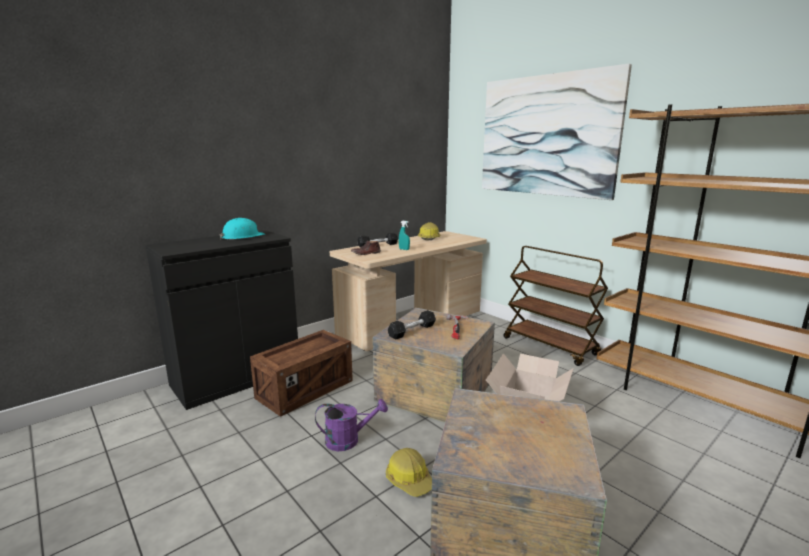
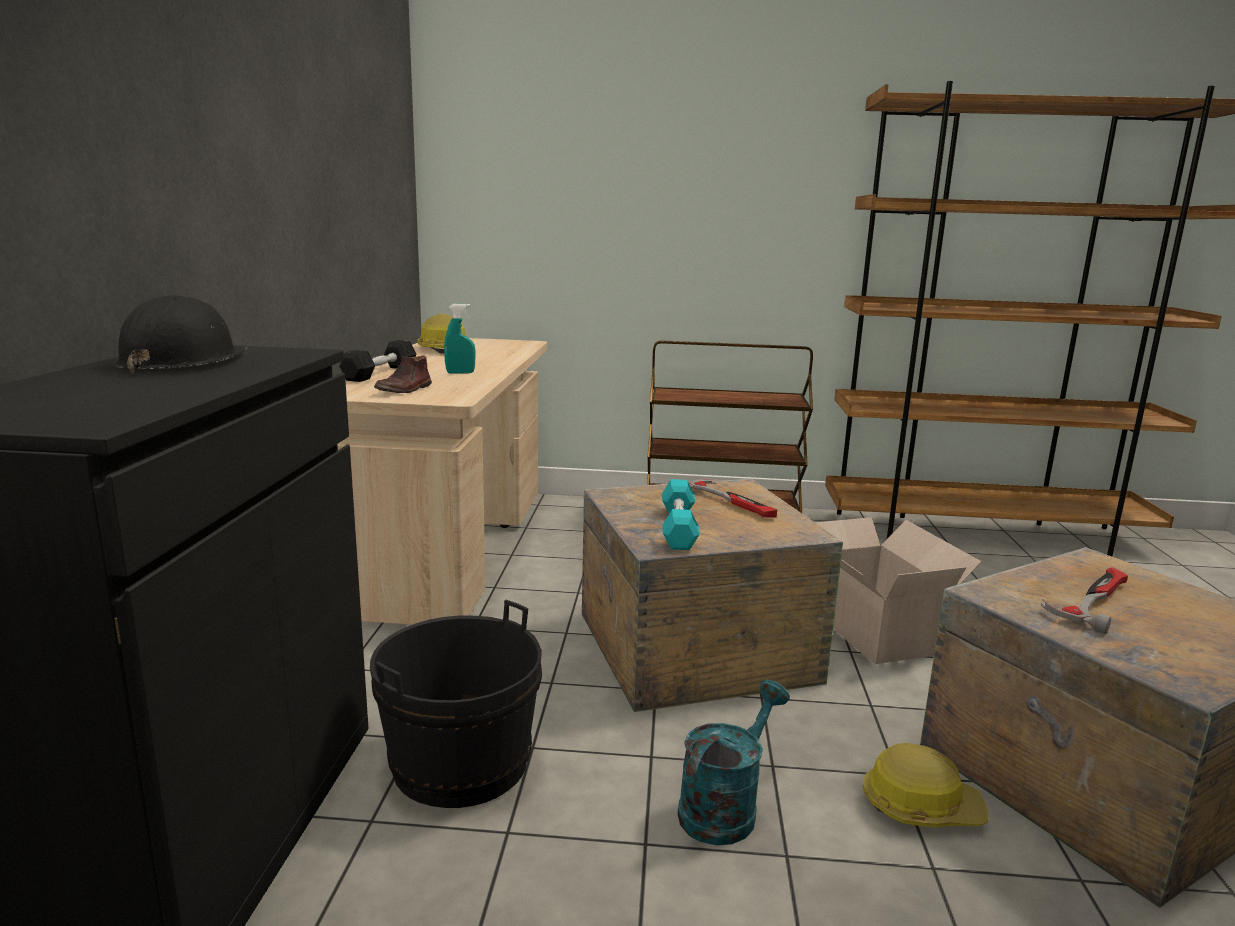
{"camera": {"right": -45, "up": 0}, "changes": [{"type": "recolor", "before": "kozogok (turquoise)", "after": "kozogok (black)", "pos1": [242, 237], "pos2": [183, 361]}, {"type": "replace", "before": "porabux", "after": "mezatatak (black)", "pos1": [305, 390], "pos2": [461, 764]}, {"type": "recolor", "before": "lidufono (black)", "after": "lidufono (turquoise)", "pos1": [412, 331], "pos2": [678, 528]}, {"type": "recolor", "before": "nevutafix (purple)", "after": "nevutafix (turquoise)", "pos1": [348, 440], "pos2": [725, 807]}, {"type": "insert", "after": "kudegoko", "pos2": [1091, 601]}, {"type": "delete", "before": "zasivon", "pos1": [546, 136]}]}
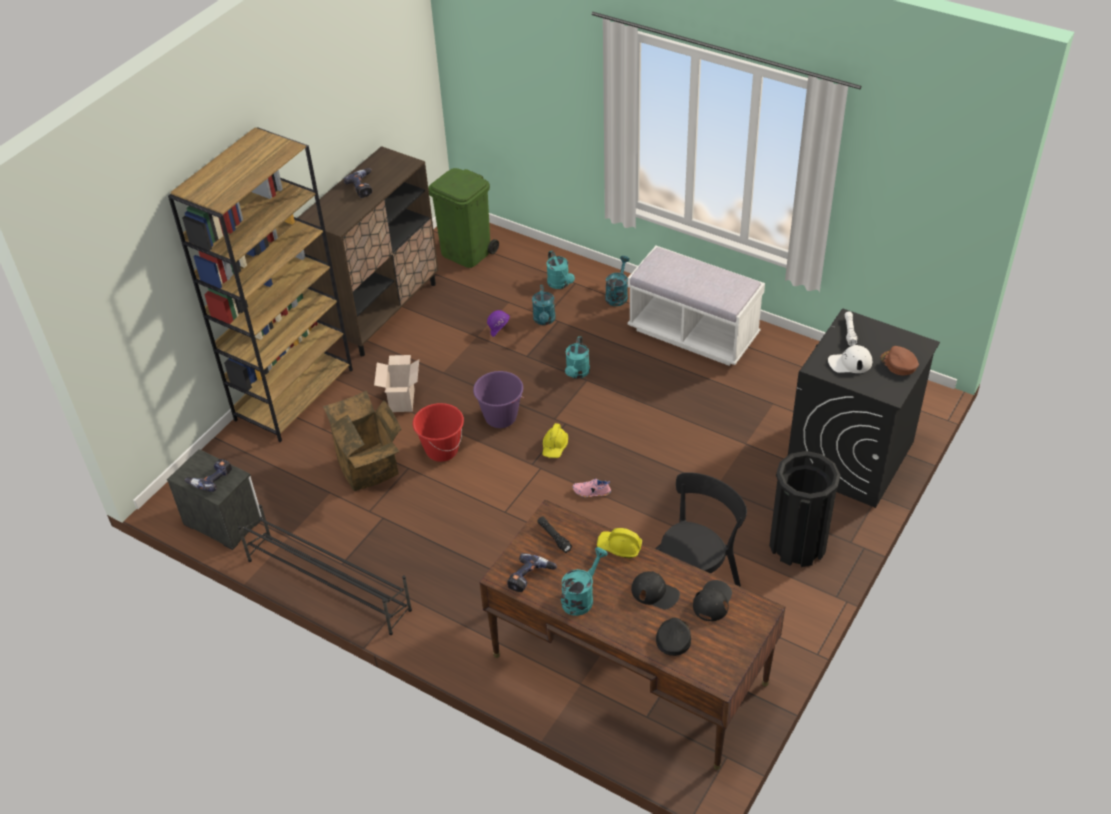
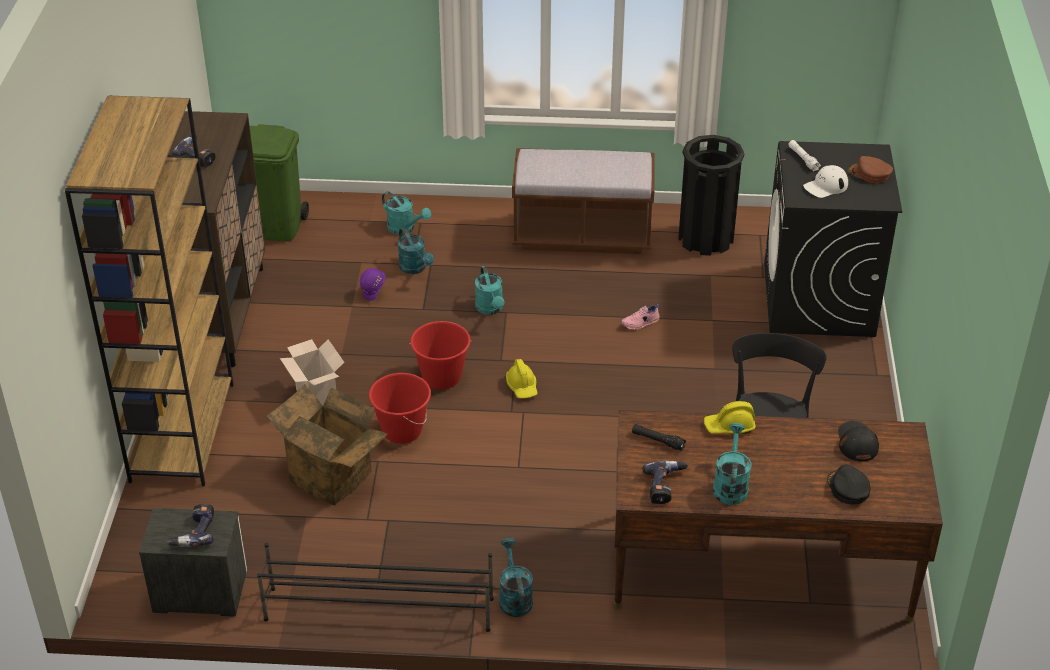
{"camera": {"right": -30, "up": -5}, "changes": [{"type": "recolor", "before": "mezatatak (purple)", "after": "mezatatak (red)", "pos1": [500, 417], "pos2": [442, 378]}, {"type": "move", "before": "nevutafix (turquoise)", "pos1": [617, 295], "pos2": [514, 597]}, {"type": "recolor", "before": "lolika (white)", "after": "lolika (brown)", "pos1": [693, 333], "pos2": [582, 235]}, {"type": "move", "before": "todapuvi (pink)", "pos1": [591, 492], "pos2": [640, 323]}, {"type": "move", "before": "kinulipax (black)", "pos1": [797, 544], "pos2": [705, 238]}, {"type": "delete", "before": "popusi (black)", "pos1": [655, 593]}]}
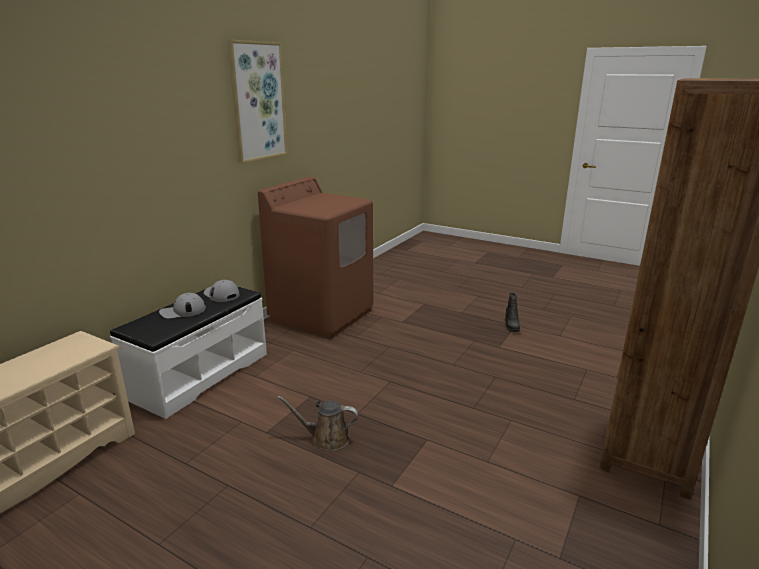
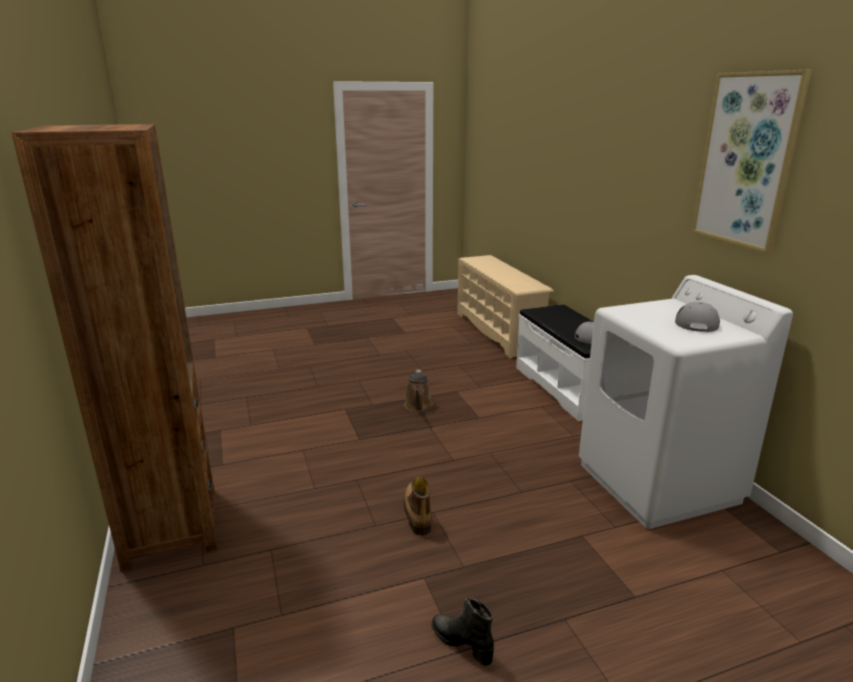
{"camera": {"right": 130, "up": 0}, "changes": [{"type": "rotate", "before": "nevutafix (brown)", "pos1": [326, 438], "pos2": [418, 406], "turn": 135}, {"type": "insert", "after": "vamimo", "pos2": [416, 513]}, {"type": "recolor", "before": "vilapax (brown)", "after": "vilapax (white)", "pos1": [322, 315], "pos2": [658, 483]}, {"type": "move", "before": "popusi (grey)", "pos1": [183, 311], "pos2": [696, 322]}]}
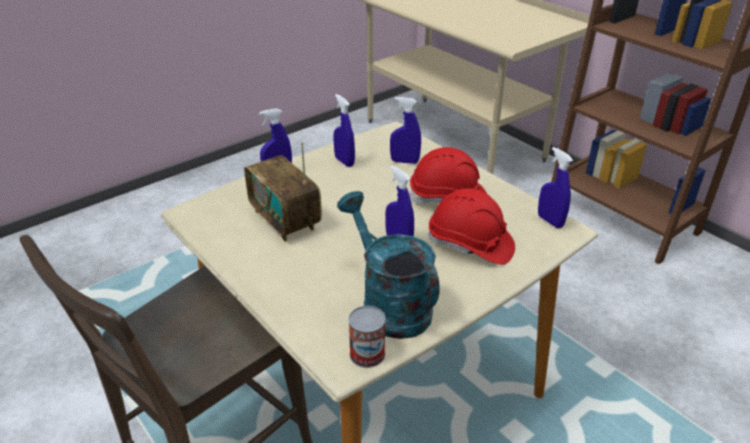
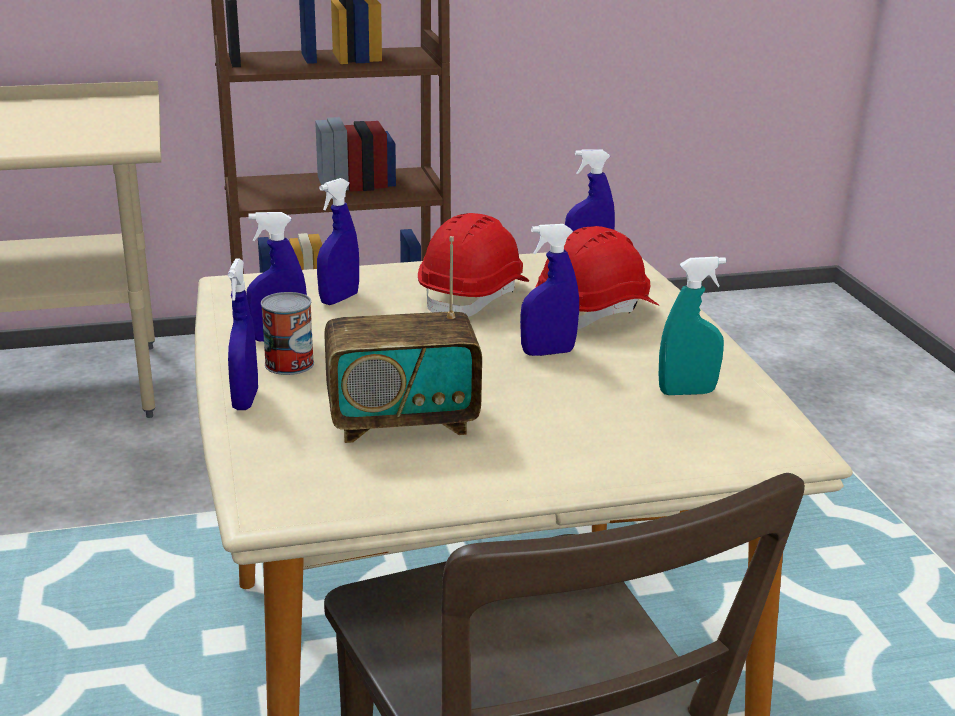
{"camera": {"right": -65, "up": -10}, "changes": [{"type": "move", "before": "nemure", "pos1": [367, 354], "pos2": [289, 364]}, {"type": "replace", "before": "nevutafix (turquoise)", "after": "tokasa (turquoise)", "pos1": [389, 304], "pos2": [687, 392]}]}
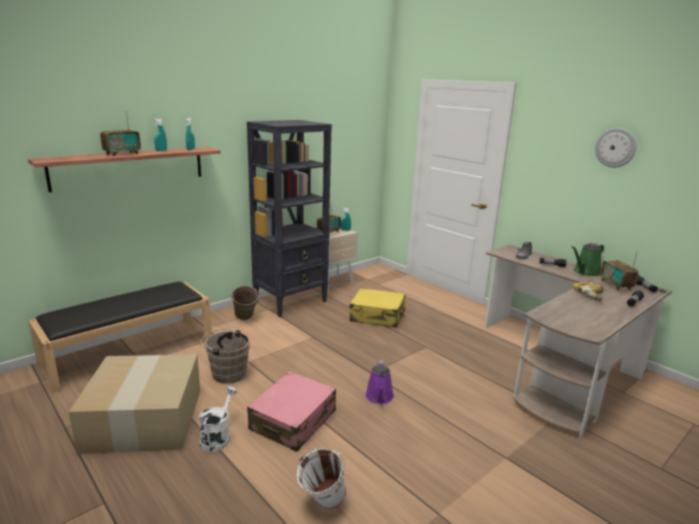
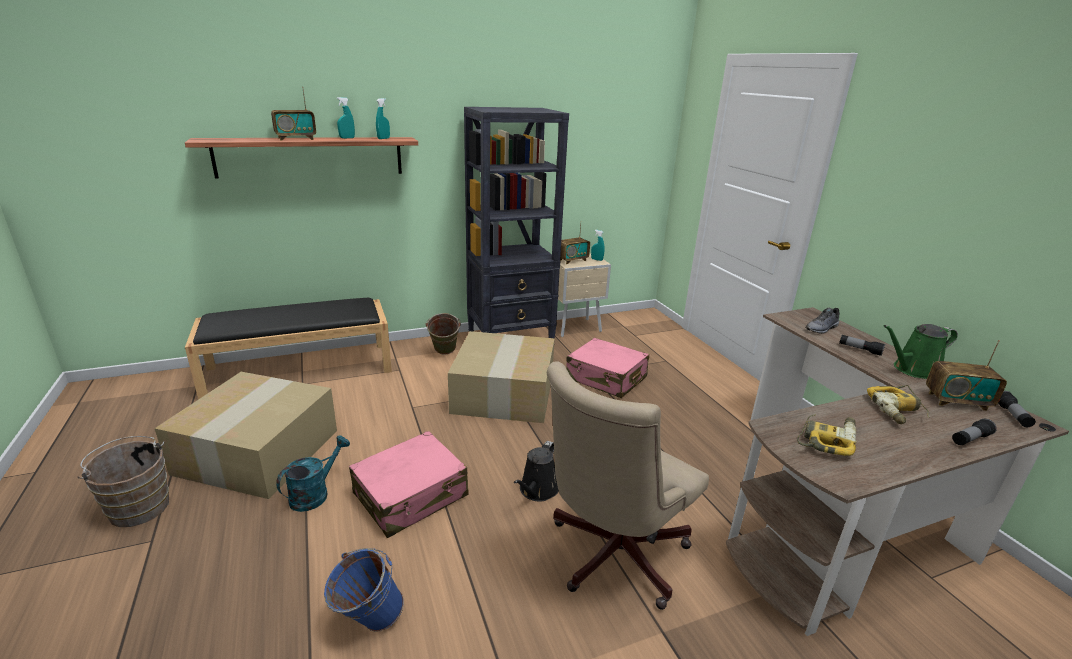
{"camera": {"right": 20, "up": 5}, "changes": [{"type": "move", "before": "mezatatak (brown)", "pos1": [227, 373], "pos2": [138, 505]}, {"type": "recolor", "before": "nevutafix (white)", "after": "nevutafix (turquoise)", "pos1": [217, 437], "pos2": [315, 493]}, {"type": "recolor", "before": "mezatatak (white)", "after": "mezatatak (blue)", "pos1": [321, 505], "pos2": [367, 621]}, {"type": "insert", "after": "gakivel", "pos2": [505, 394]}, {"type": "recolor", "before": "nevutafix (purple)", "after": "nevutafix (black)", "pos1": [379, 397], "pos2": [537, 491]}, {"type": "insert", "after": "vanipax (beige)", "pos2": [611, 556]}, {"type": "recolor", "before": "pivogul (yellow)", "after": "pivogul (pink)", "pos1": [377, 316], "pos2": [606, 378]}, {"type": "insert", "after": "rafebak", "pos2": [826, 439]}, {"type": "rotate", "before": "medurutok", "pos1": [615, 285], "pos2": [956, 401], "turn": -90}, {"type": "delete", "before": "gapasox", "pos1": [615, 147]}]}
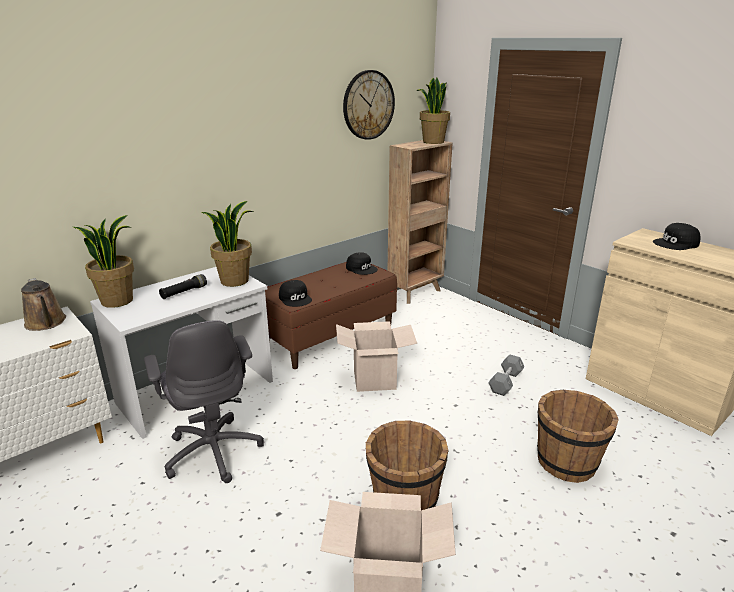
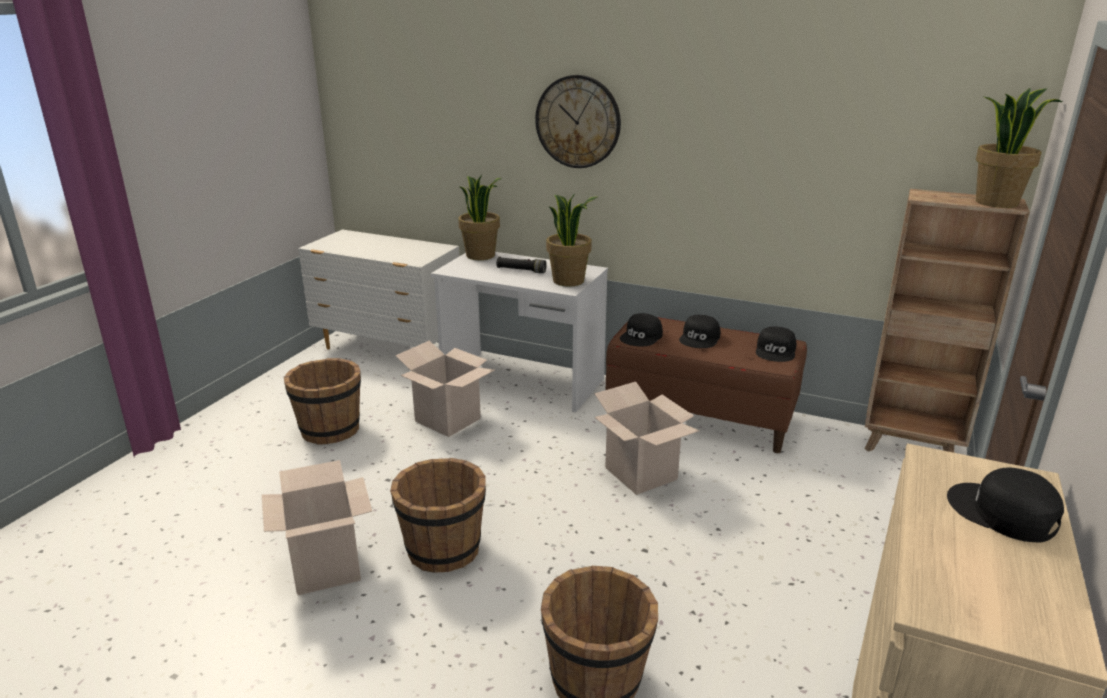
{"camera": {"right": 65, "up": 0}, "changes": [{"type": "insert", "after": "mezatatak (brown)", "pos2": [330, 430]}, {"type": "replace", "before": "vanipax (grey)", "after": "gakivel", "pos1": [214, 451], "pos2": [448, 420]}, {"type": "move", "before": "gapasox", "pos1": [368, 105], "pos2": [578, 122]}, {"type": "insert", "after": "popusi (black)", "pos2": [700, 338]}, {"type": "delete", "before": "nevutafix (brown)", "pos1": [46, 323]}, {"type": "delete", "before": "lidufono (grey)", "pos1": [505, 382]}]}
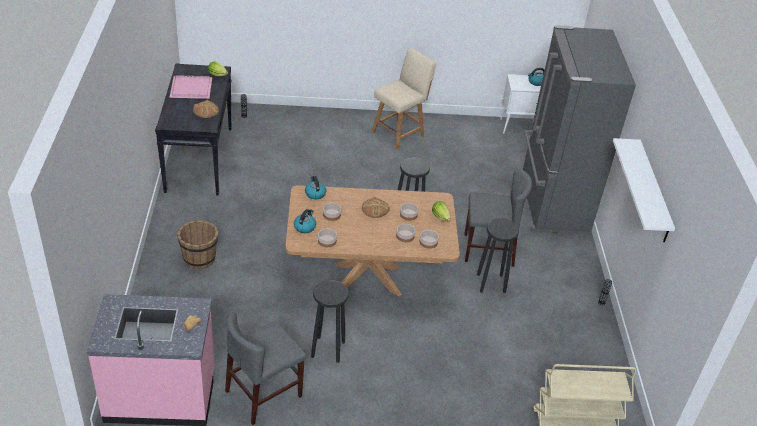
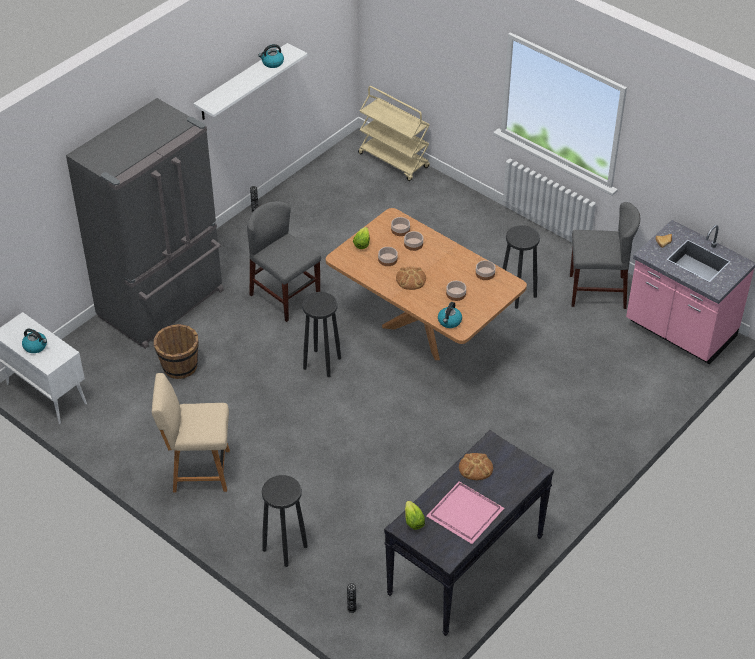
{"camera": {"right": -135, "up": 5}, "changes": [{"type": "move", "before": "mezatatak (brown)", "pos1": [199, 258], "pos2": [179, 367]}, {"type": "move", "before": "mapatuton", "pos1": [305, 227], "pos2": [272, 63]}, {"type": "move", "before": "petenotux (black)", "pos1": [491, 283], "pos2": [285, 548]}]}
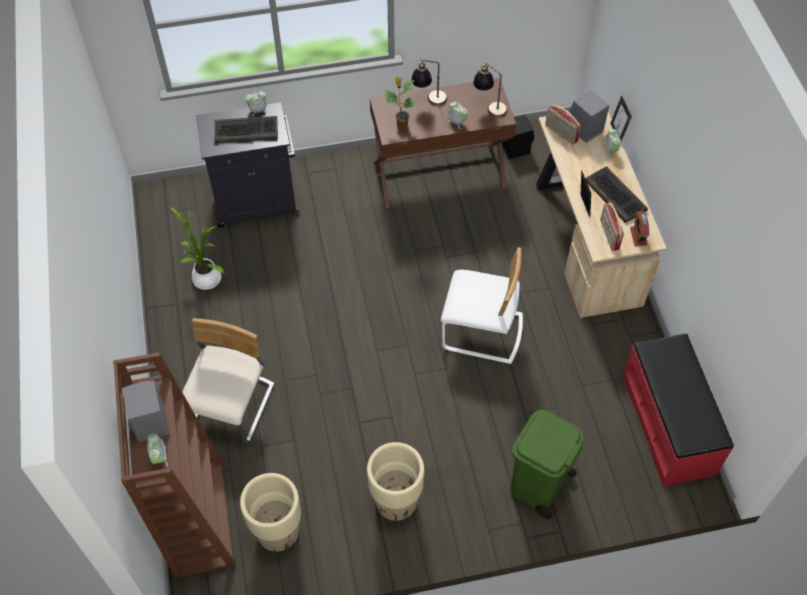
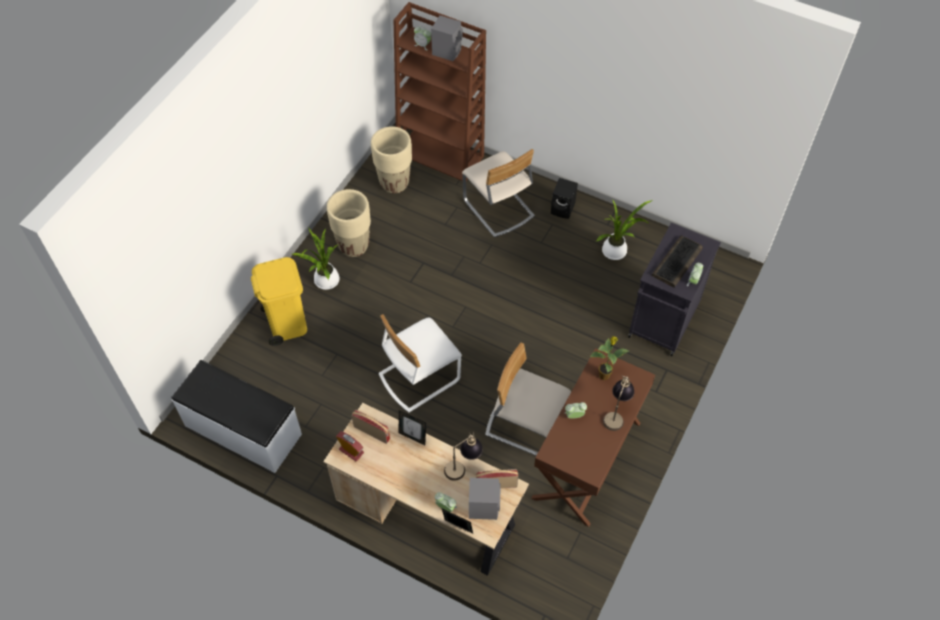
{"camera": {"right": 130, "up": 0}, "changes": [{"type": "recolor", "before": "lolika (red)", "after": "lolika (white)", "pos1": [668, 424], "pos2": [242, 430]}, {"type": "recolor", "before": "kinulipax (green)", "after": "kinulipax (yellow)", "pos1": [538, 485], "pos2": [287, 323]}, {"type": "insert", "after": "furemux", "pos2": [325, 282]}, {"type": "move", "before": "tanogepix", "pos1": [489, 107], "pos2": [463, 467]}, {"type": "insert", "after": "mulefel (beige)", "pos2": [525, 424]}, {"type": "move", "before": "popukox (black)", "pos1": [515, 148], "pos2": [563, 209]}, {"type": "delete", "before": "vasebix", "pos1": [616, 195]}]}
